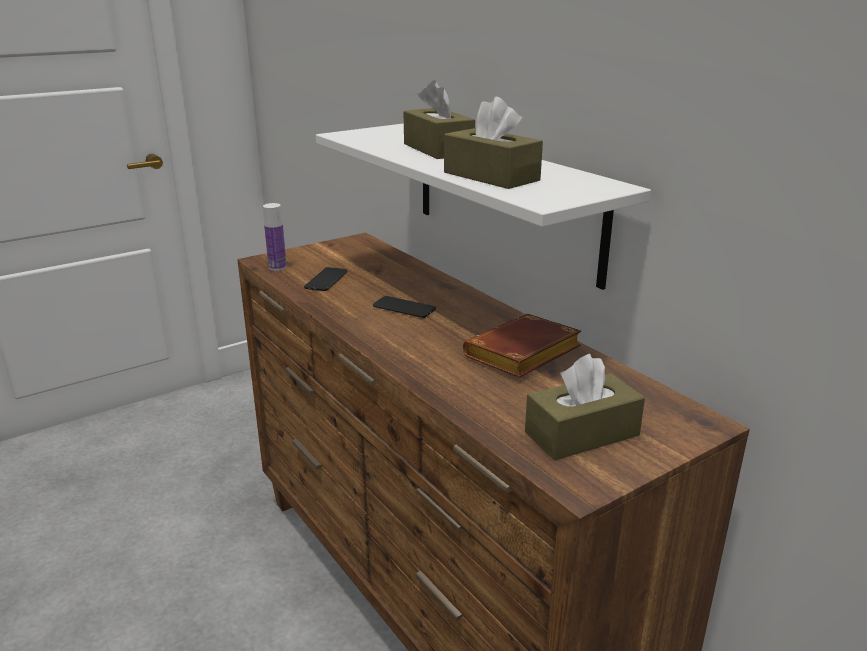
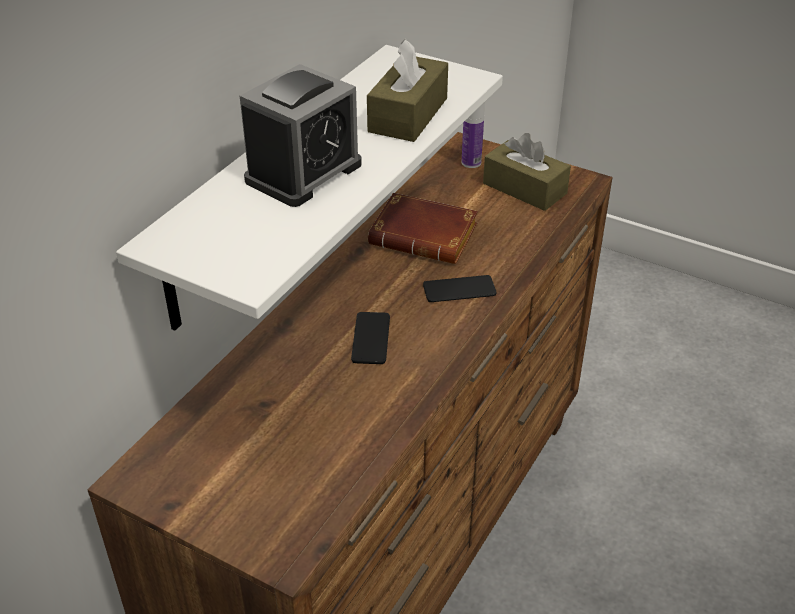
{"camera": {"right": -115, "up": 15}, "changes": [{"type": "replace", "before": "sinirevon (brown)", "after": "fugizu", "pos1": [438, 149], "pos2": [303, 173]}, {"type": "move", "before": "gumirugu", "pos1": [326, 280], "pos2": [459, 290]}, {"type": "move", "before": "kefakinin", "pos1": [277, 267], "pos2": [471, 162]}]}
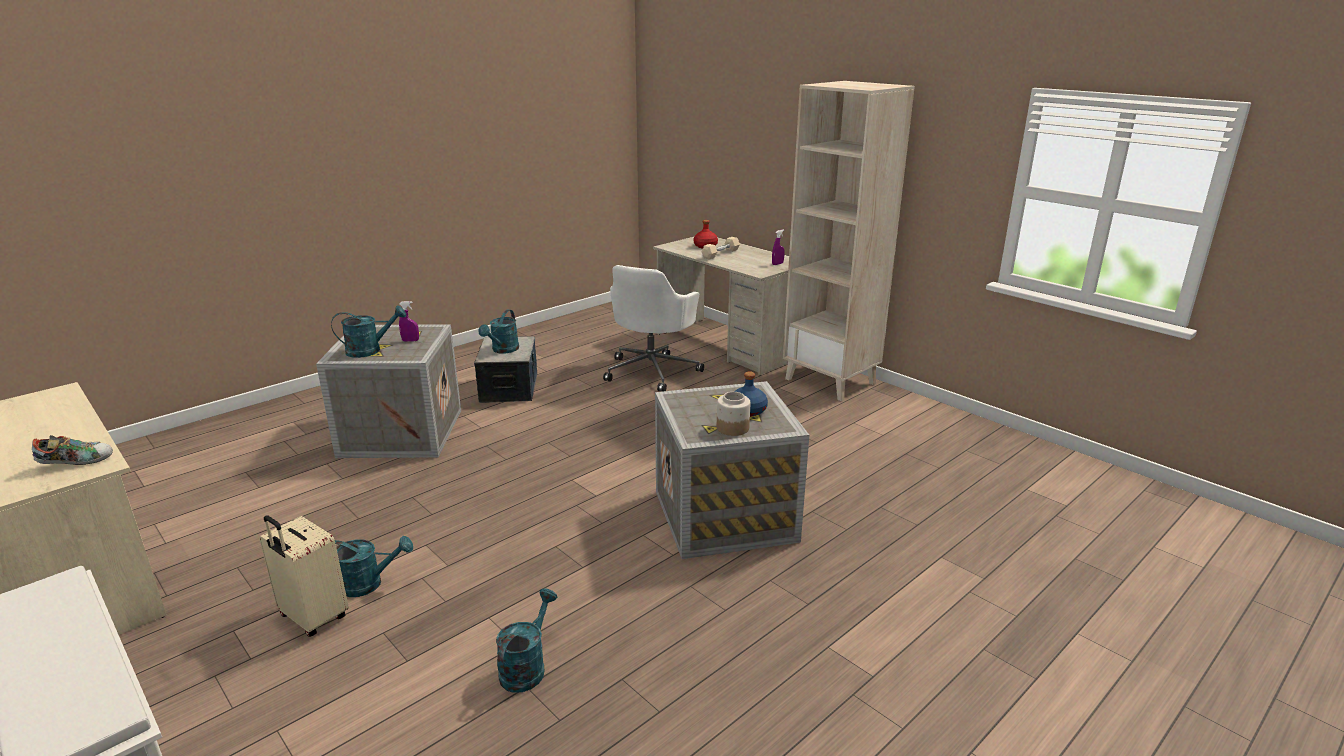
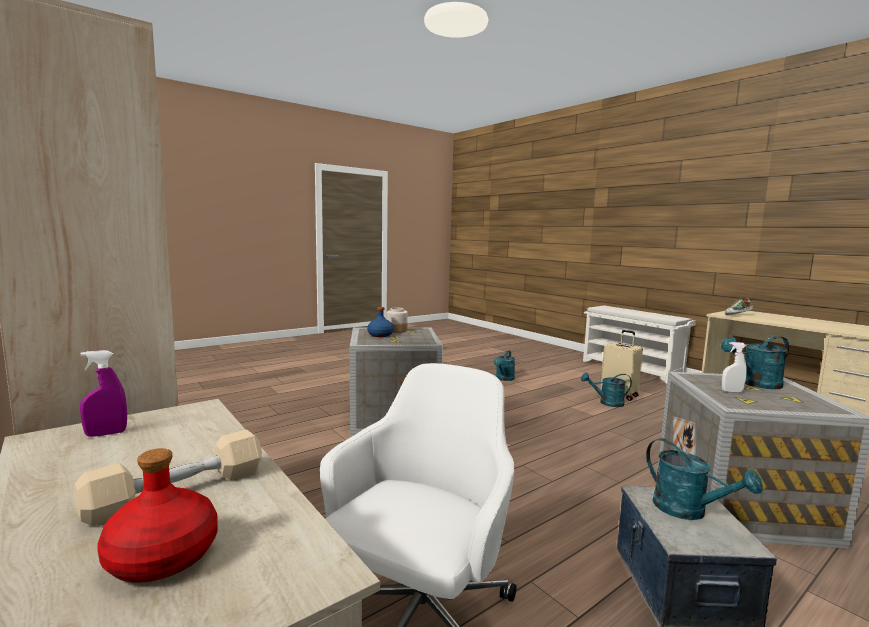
{"camera": {"right": -175, "up": -15}, "changes": [{"type": "rotate", "before": "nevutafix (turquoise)", "pos1": [503, 350], "pos2": [688, 511], "turn": 120}, {"type": "recolor", "before": "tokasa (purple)", "after": "tokasa (white)", "pos1": [410, 340], "pos2": [732, 391]}]}
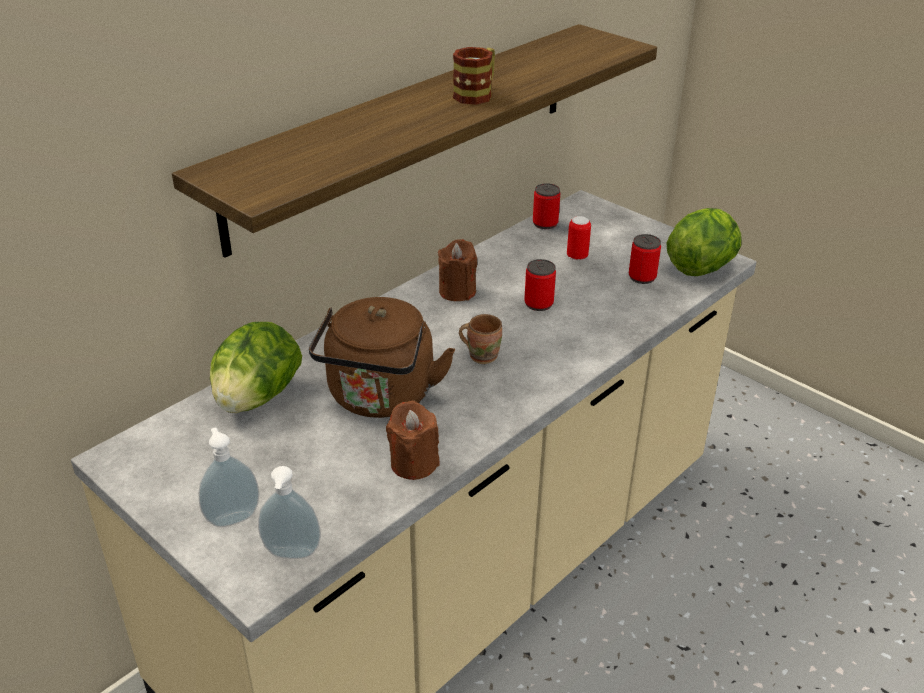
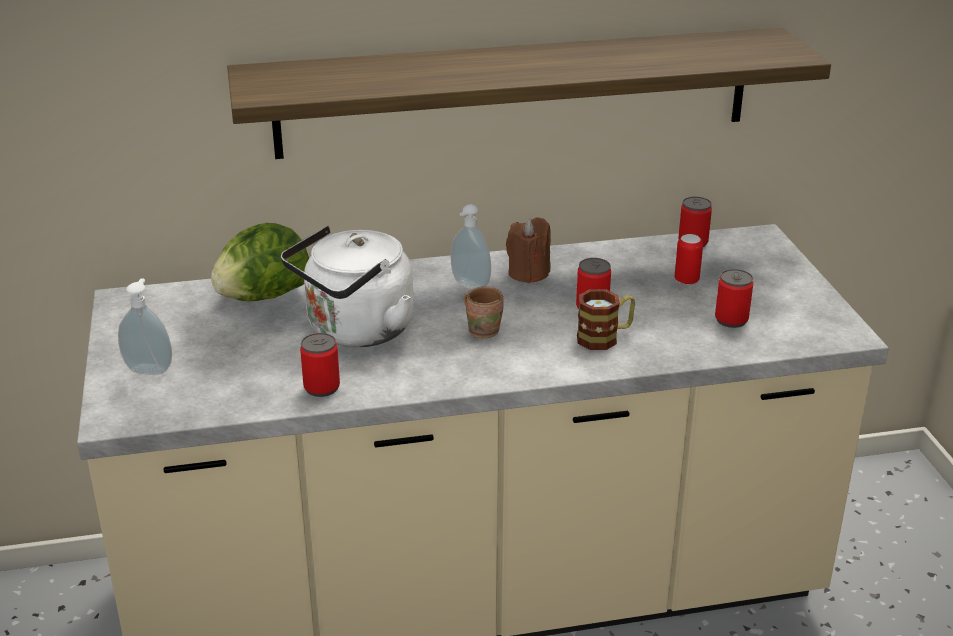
{"camera": {"right": 35, "up": -5}, "changes": [{"type": "recolor", "before": "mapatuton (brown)", "after": "mapatuton (white)", "pos1": [380, 398], "pos2": [355, 331]}, {"type": "replace", "before": "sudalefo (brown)", "after": "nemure", "pos1": [413, 463], "pos2": [321, 387]}, {"type": "move", "before": "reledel", "pos1": [291, 555], "pos2": [469, 286]}, {"type": "move", "before": "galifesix", "pos1": [477, 94], "pos2": [605, 337]}, {"type": "delete", "before": "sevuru", "pos1": [701, 267]}]}
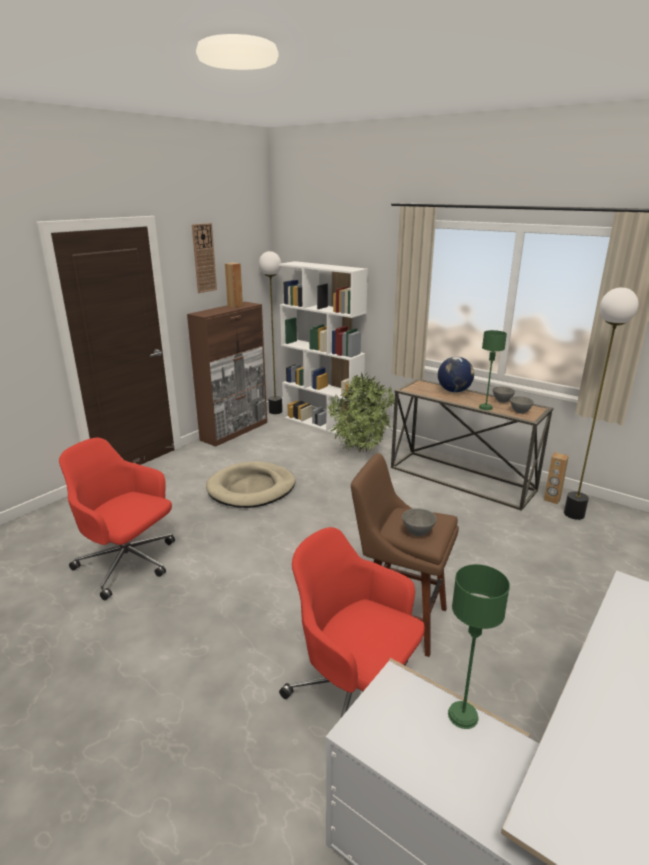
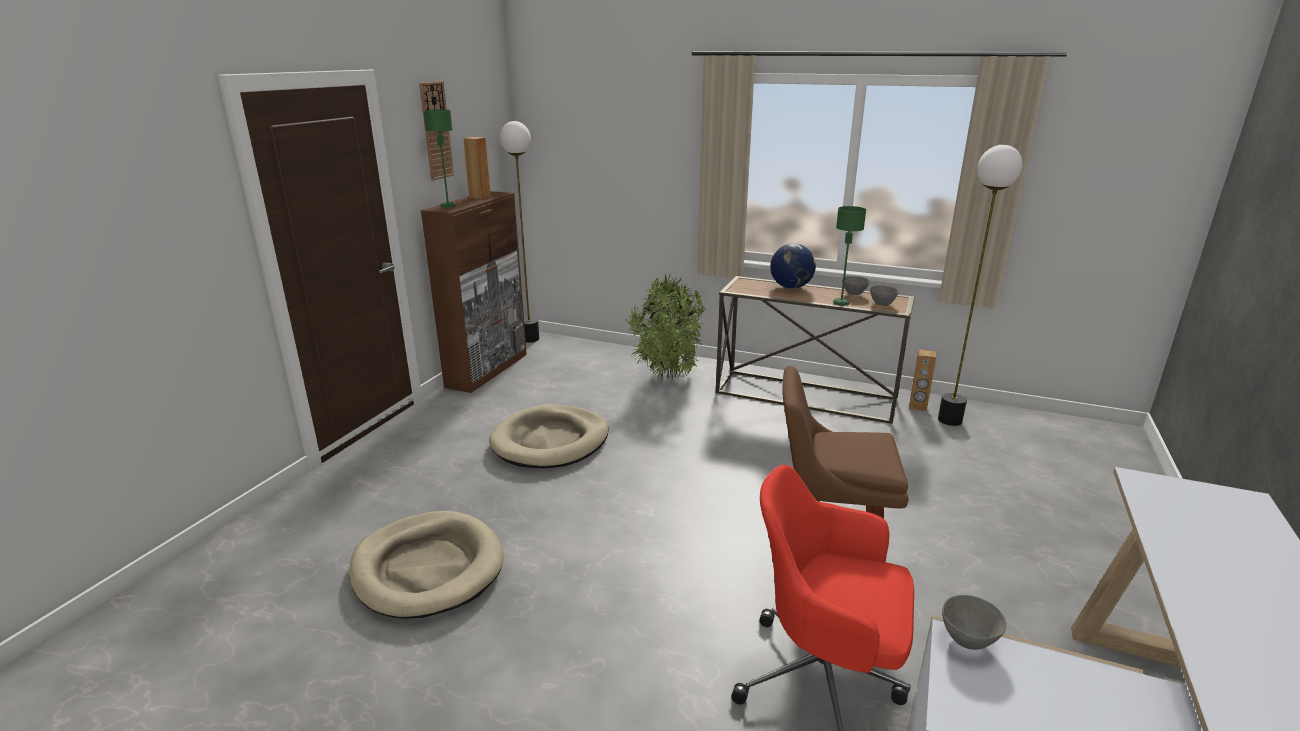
{"camera": {"right": -15, "up": 0}, "changes": [{"type": "replace", "before": "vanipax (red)", "after": "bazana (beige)", "pos1": [128, 564], "pos2": [428, 568]}, {"type": "move", "before": "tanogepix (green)", "pos1": [462, 715], "pos2": [448, 206]}, {"type": "move", "before": "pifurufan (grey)", "pos1": [418, 533], "pos2": [968, 641]}, {"type": "delete", "before": "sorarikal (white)", "pos1": [322, 424]}]}
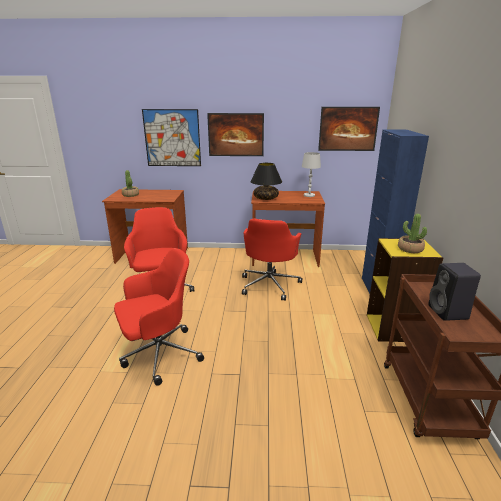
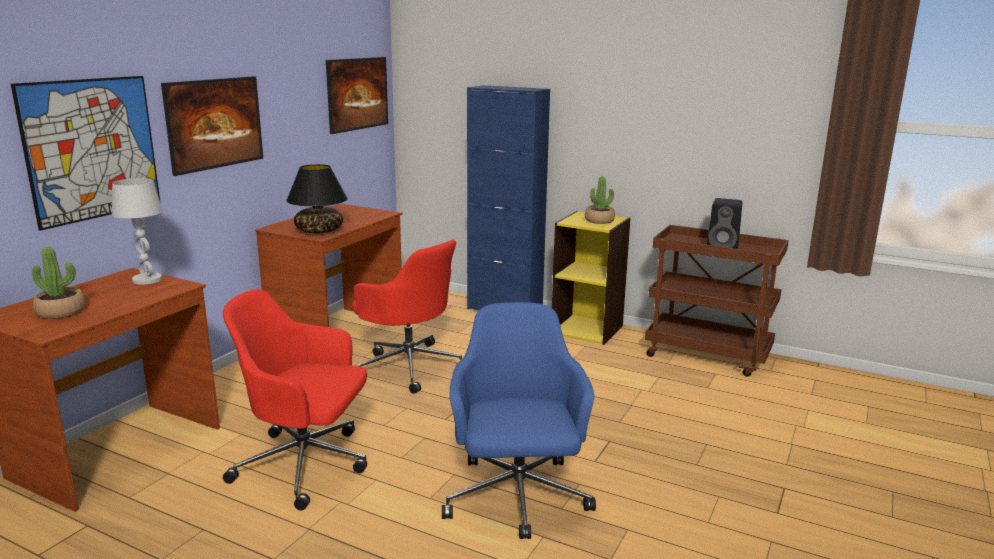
{"camera": {"right": -65, "up": -5}, "changes": [{"type": "move", "before": "tanogepix (white)", "pos1": [309, 195], "pos2": [147, 280]}, {"type": "recolor", "before": "vanipax (red)", "after": "vanipax (blue)", "pos1": [159, 354], "pos2": [517, 498]}]}
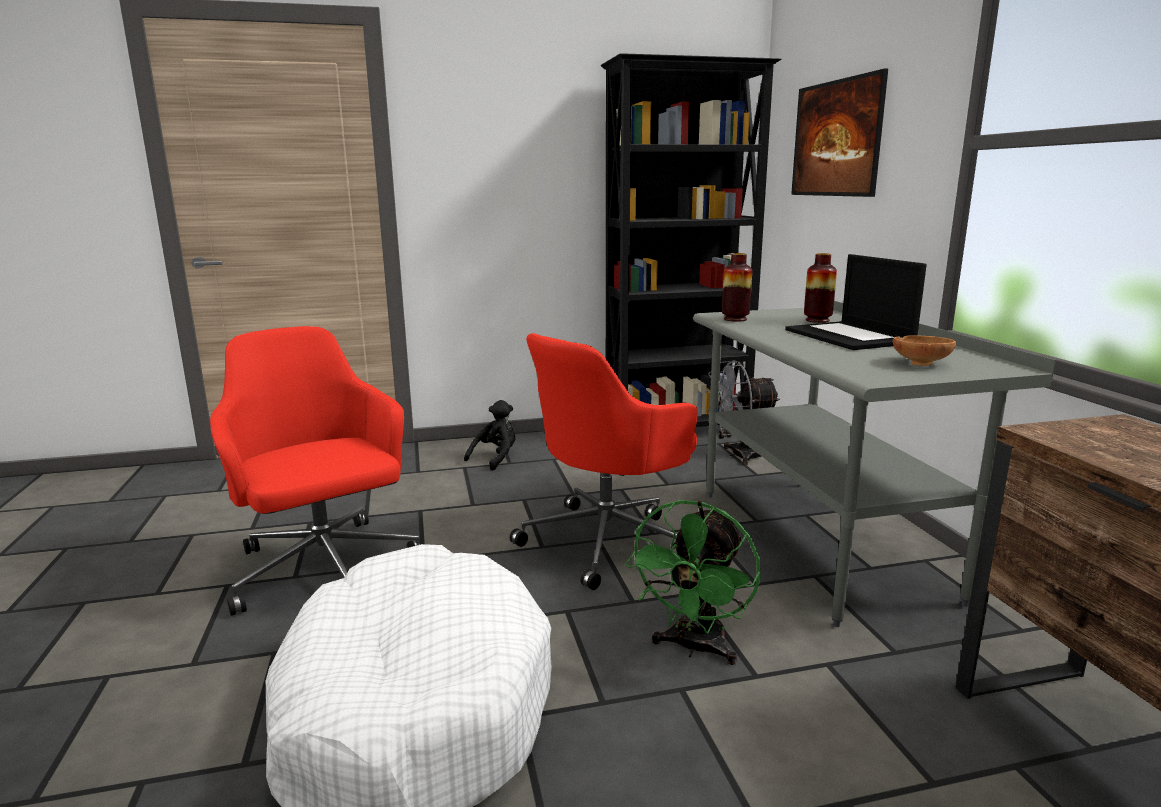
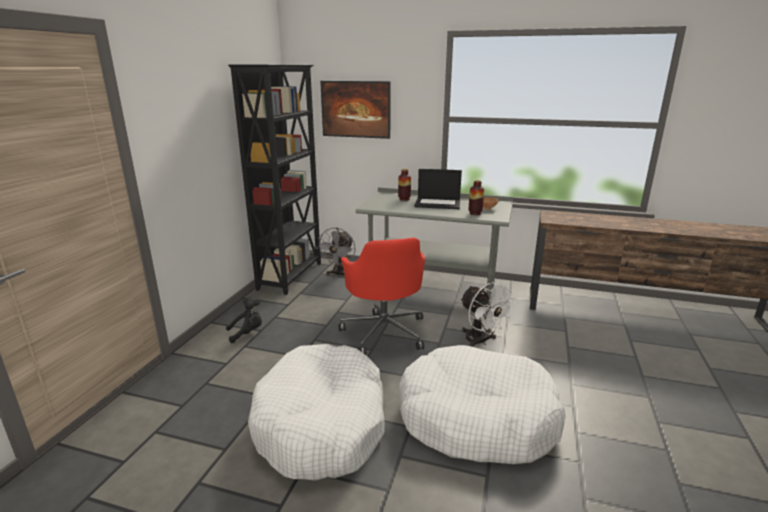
{"camera": {"right": -60, "up": 5}, "changes": [{"type": "rotate", "before": "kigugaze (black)", "pos1": [495, 458], "pos2": [247, 333], "turn": 90}, {"type": "replace", "before": "vanipax (red)", "after": "bazana (white)", "pos1": [325, 568], "pos2": [322, 424]}, {"type": "recolor", "before": "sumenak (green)", "after": "sumenak (white)", "pos1": [694, 648], "pos2": [480, 342]}, {"type": "move", "before": "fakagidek", "pos1": [735, 319], "pos2": [475, 213]}]}
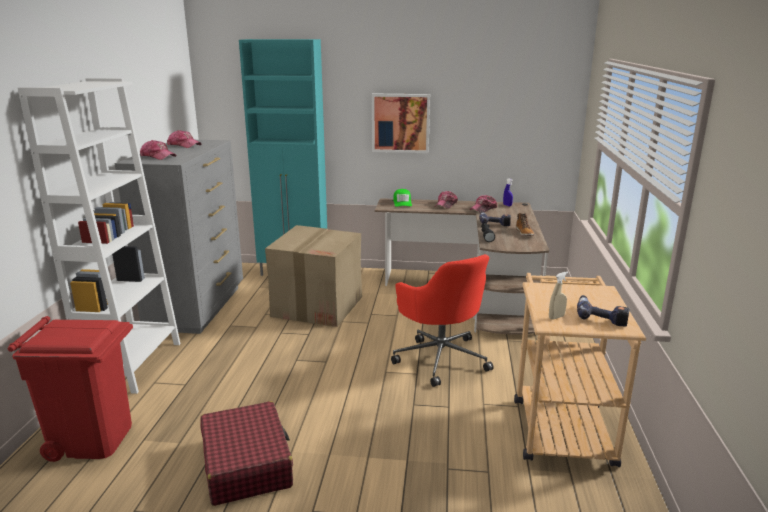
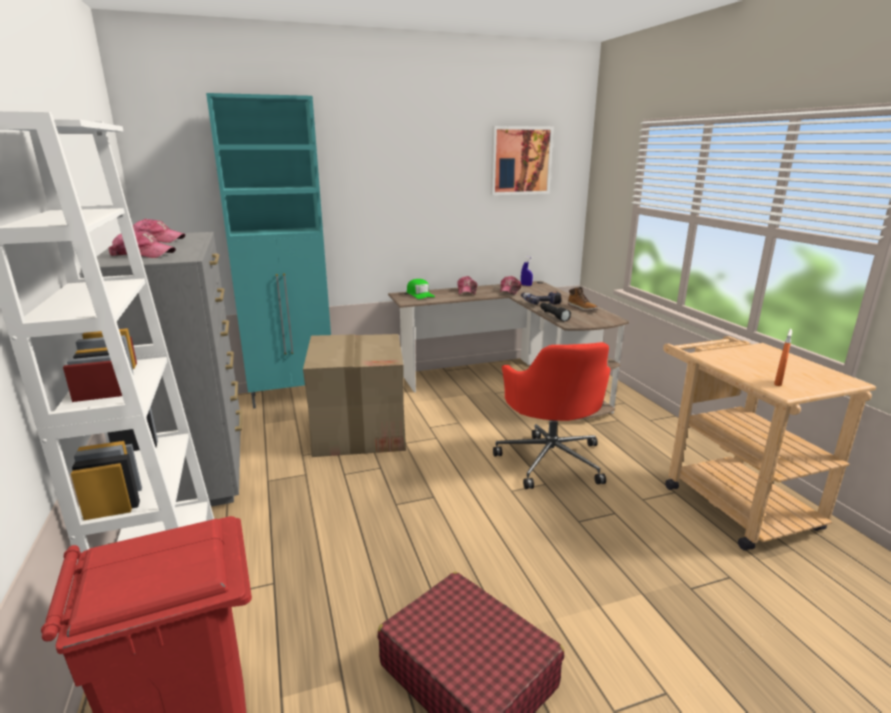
{"camera": {"right": -25, "up": 0}, "changes": [{"type": "move", "before": "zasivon", "pos1": [400, 123], "pos2": [520, 161]}, {"type": "rotate", "before": "vanipax (red)", "pos1": [441, 358], "pos2": [550, 459], "turn": 45}, {"type": "recolor", "before": "tokasa (beige)", "after": "tokasa (orange)", "pos1": [556, 317], "pos2": [778, 383]}, {"type": "delete", "before": "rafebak", "pos1": [601, 317]}]}
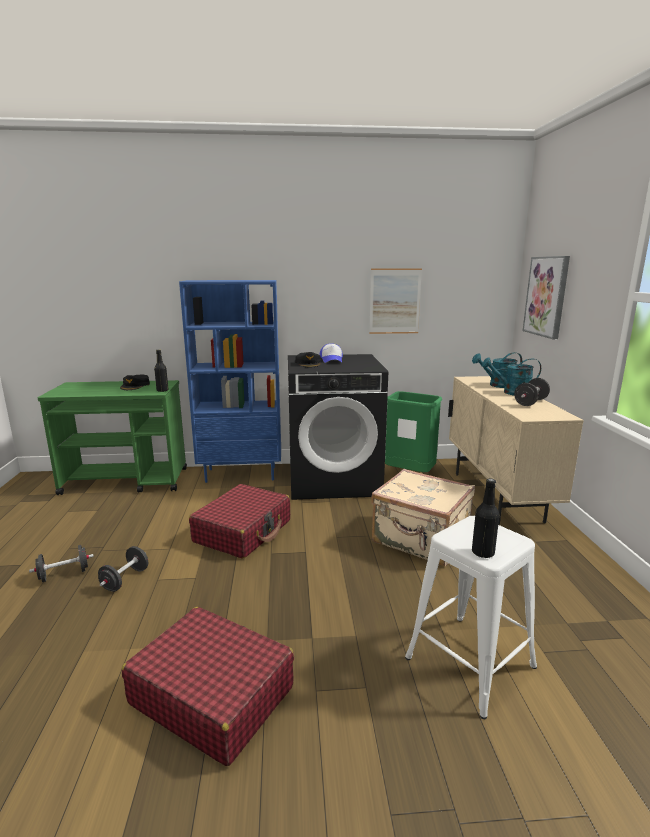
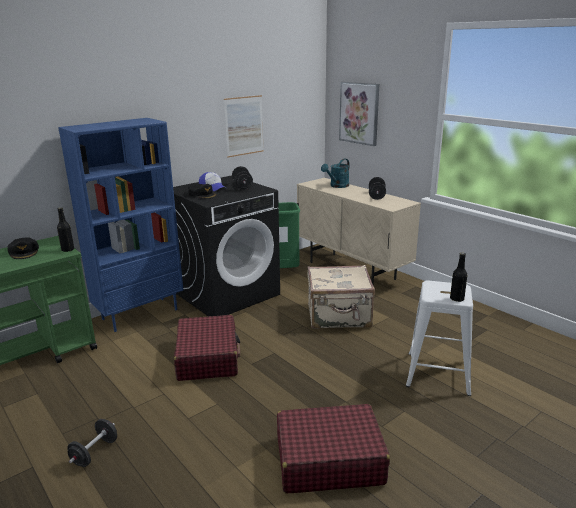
{"camera": {"right": -35, "up": 5}, "changes": [{"type": "move", "before": "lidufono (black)", "pos1": [125, 579], "pos2": [242, 186]}, {"type": "delete", "before": "nevutafix (turquoise)", "pos1": [511, 392]}]}
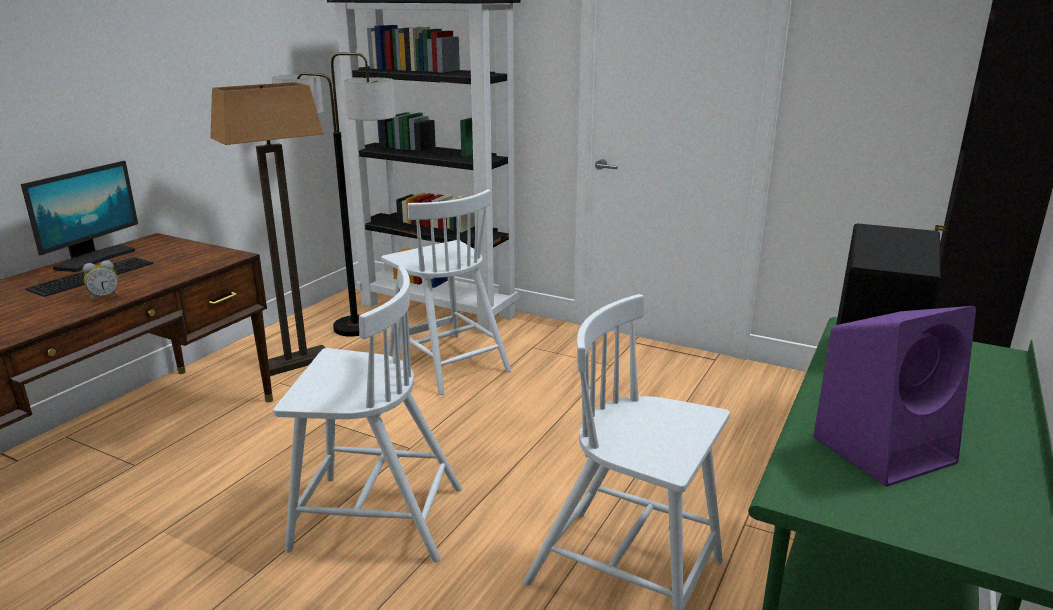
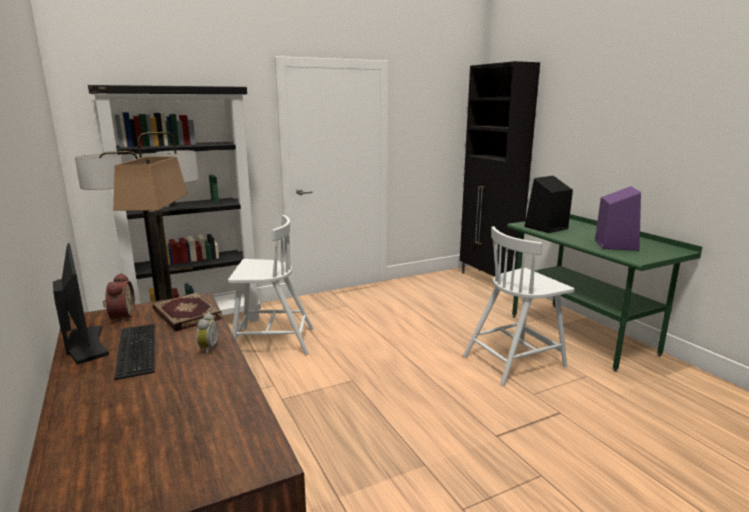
{"camera": {"right": -55, "up": -5}, "changes": [{"type": "insert", "after": "fugizu", "pos2": [120, 316]}, {"type": "insert", "after": "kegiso", "pos2": [185, 314]}, {"type": "delete", "before": "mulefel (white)", "pos1": [375, 518]}]}
